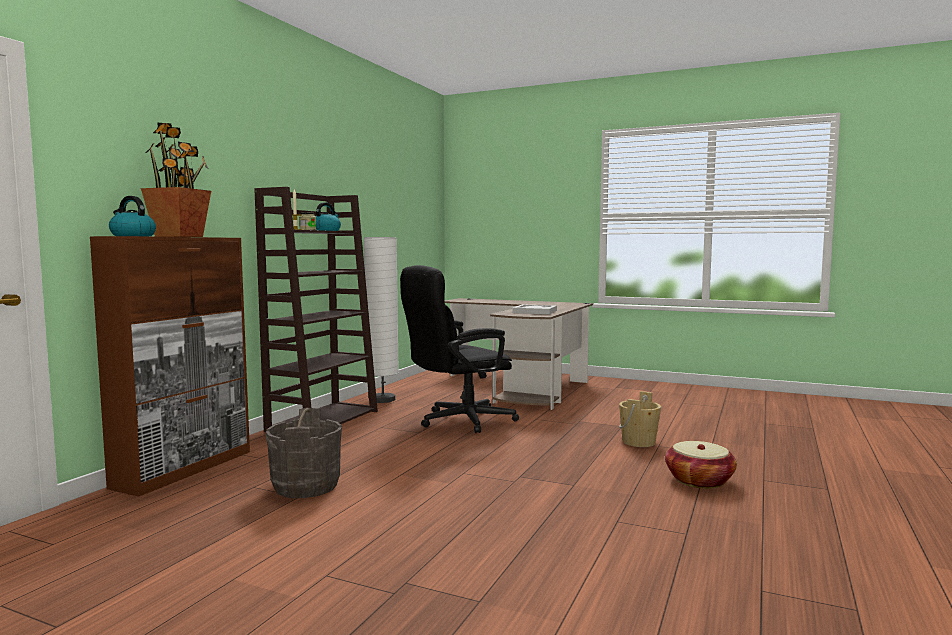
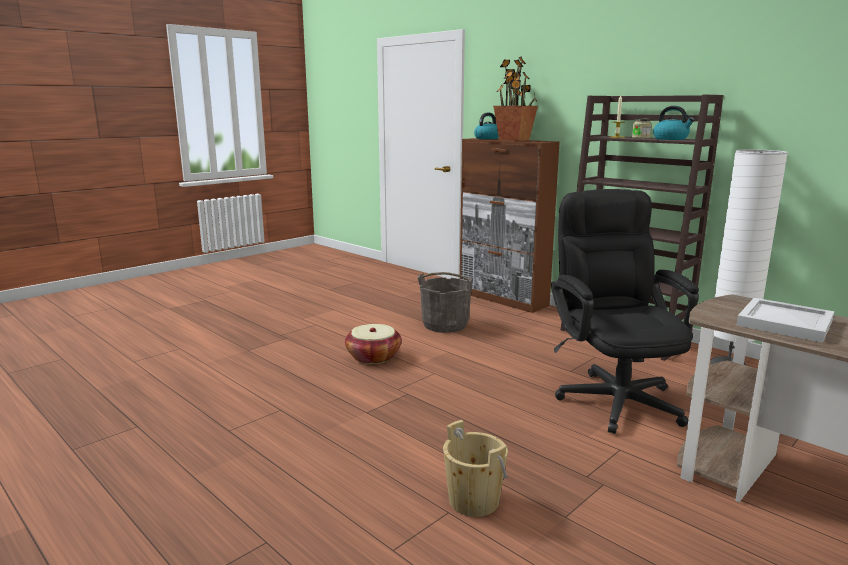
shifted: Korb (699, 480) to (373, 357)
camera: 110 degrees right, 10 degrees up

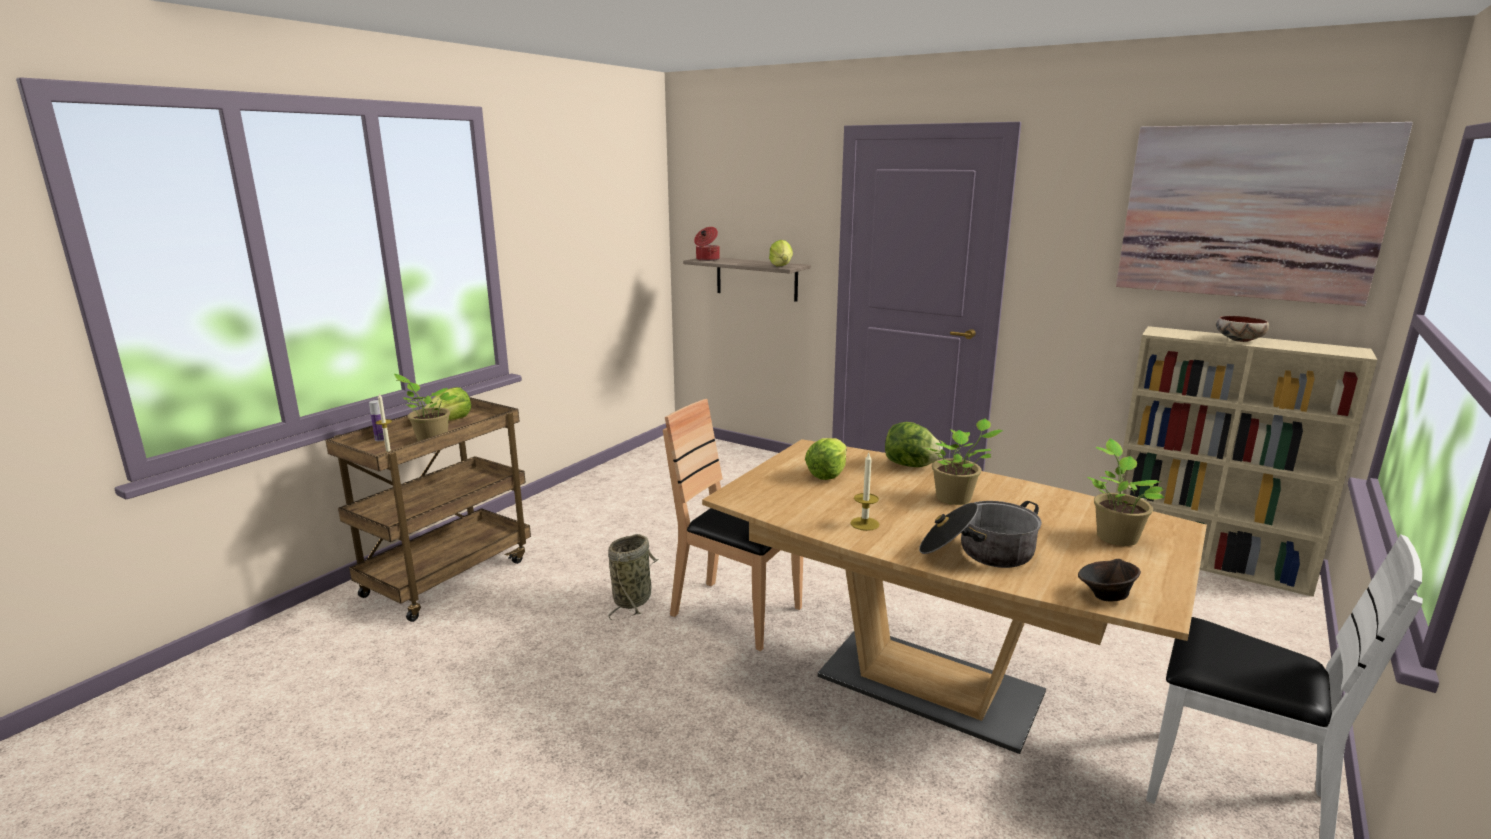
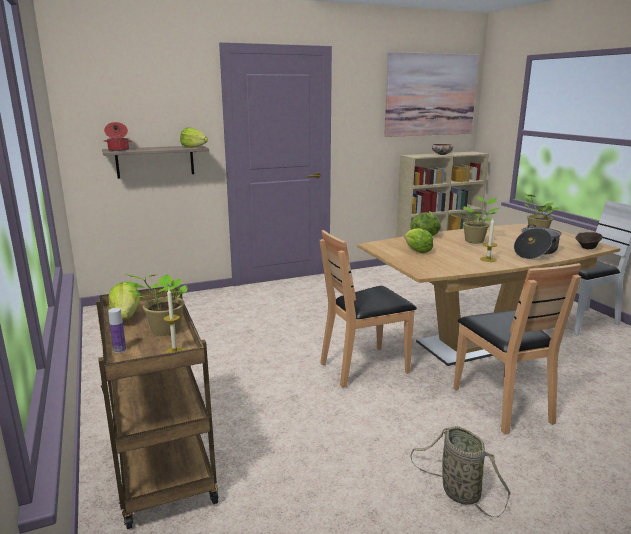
new: Stuhl (braun) (502, 404)
shifted: Korb (633, 599) to (457, 491)
camera: 55 degrees left, 0 degrees up

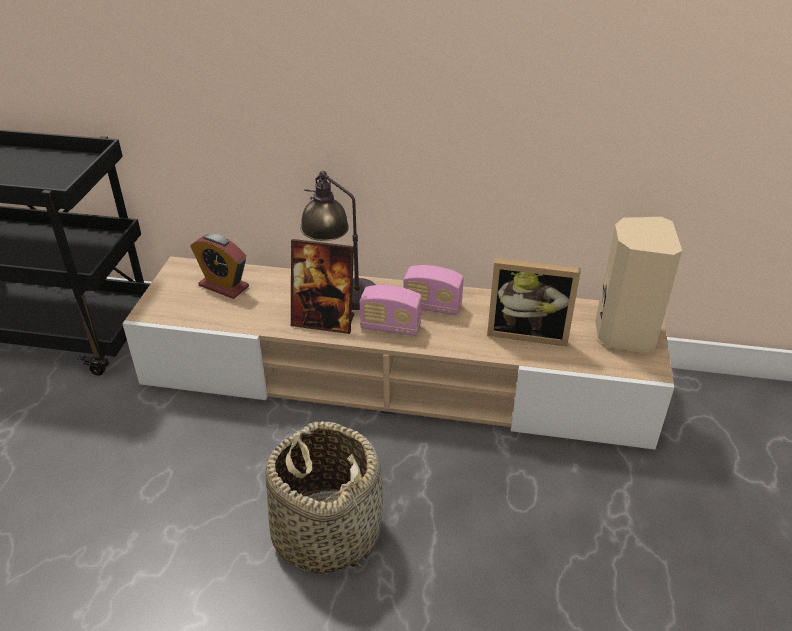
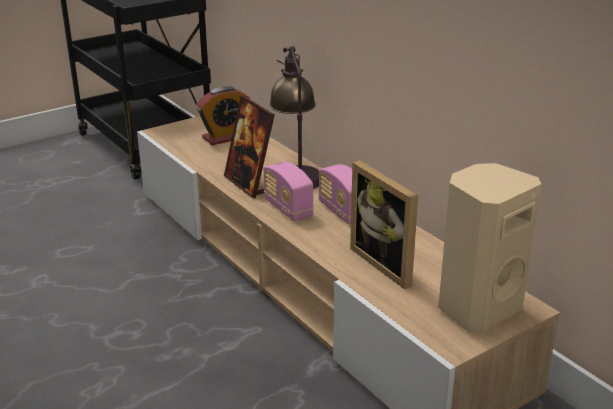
gone: Korb (326, 532)
rotated: Wecker (224, 286) = (225, 137) 105 degrees counterclockwise
camera: 45 degrees right, 10 degrees down

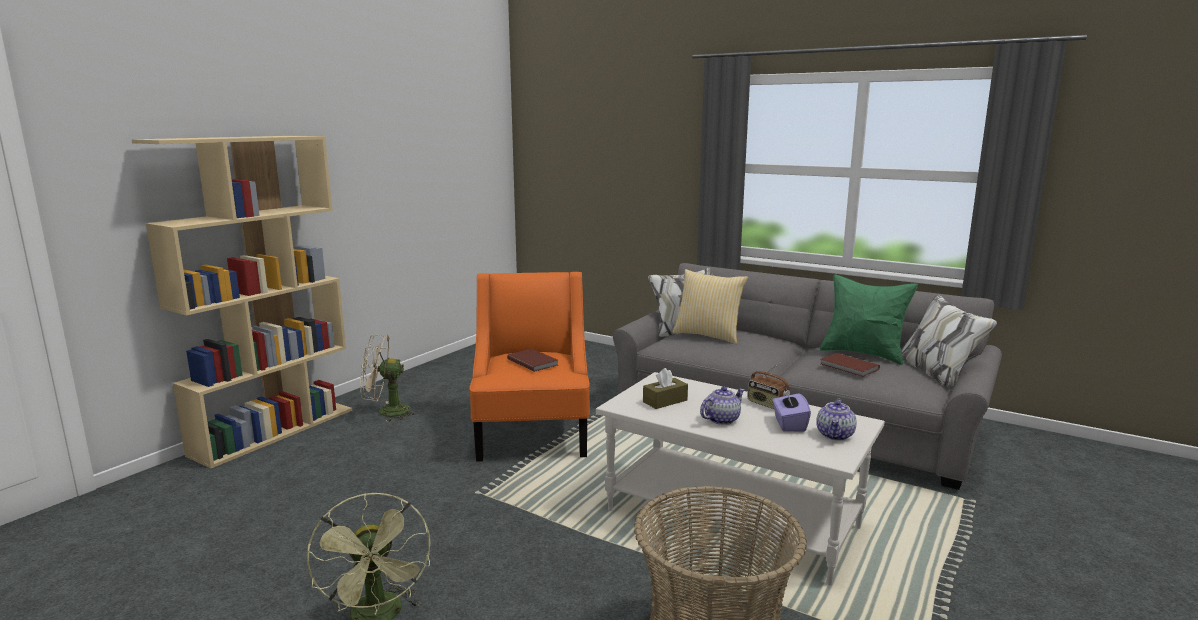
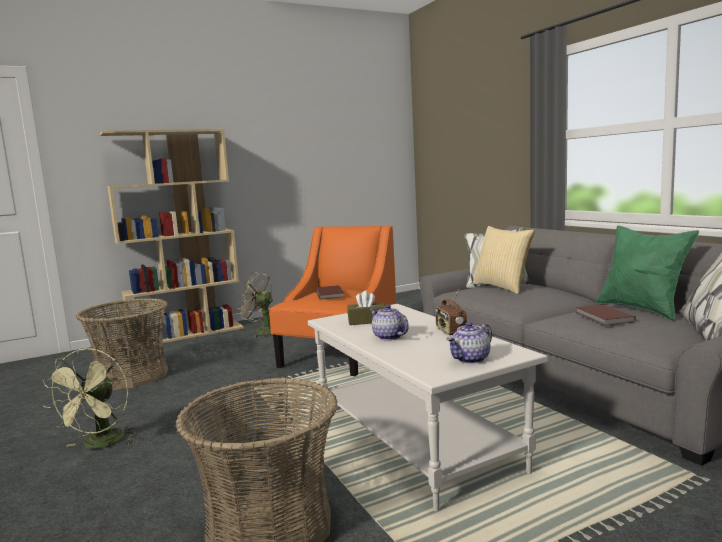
gone: Taschentuchbox (lila) (789, 424)
new: Korb (132, 376)
rotated: Teekanne (721, 419) = (388, 337) 120 degrees counterclockwise
camera: 30 degrees right, 5 degrees down

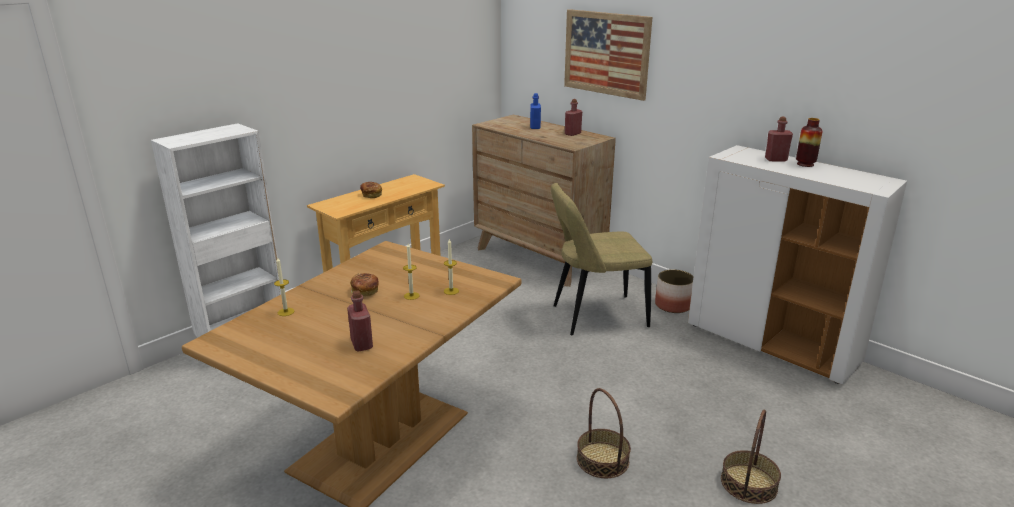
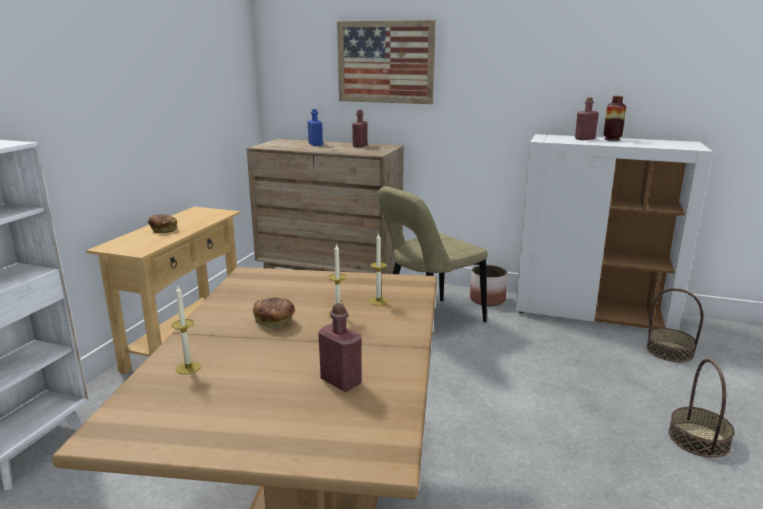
shifted: Korb (603, 460) to (669, 351)
camera: 25 degrees left, 5 degrees down

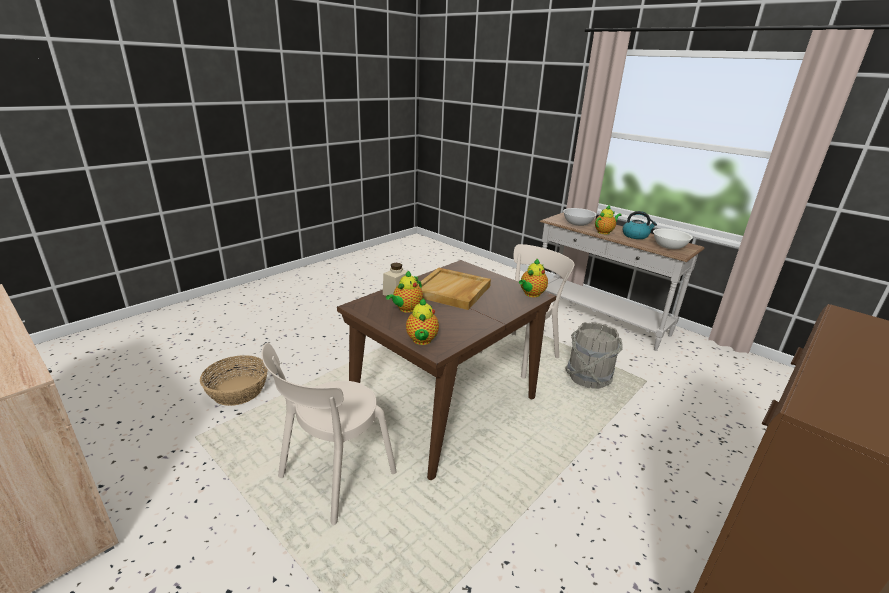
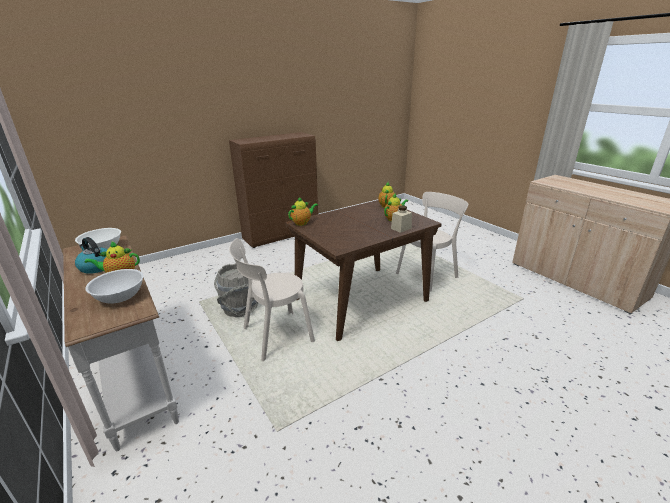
gone: Korb (238, 391); Tablett (beige) (452, 291)
camera: 165 degrees left, 0 degrees up

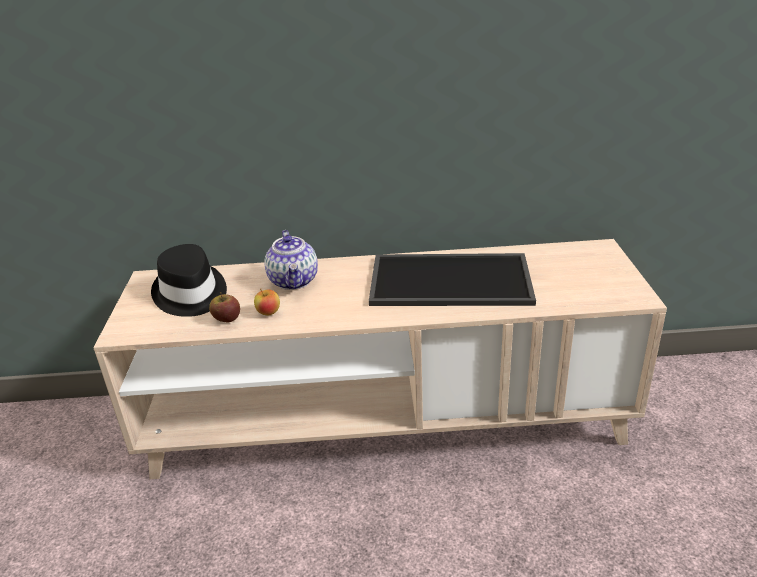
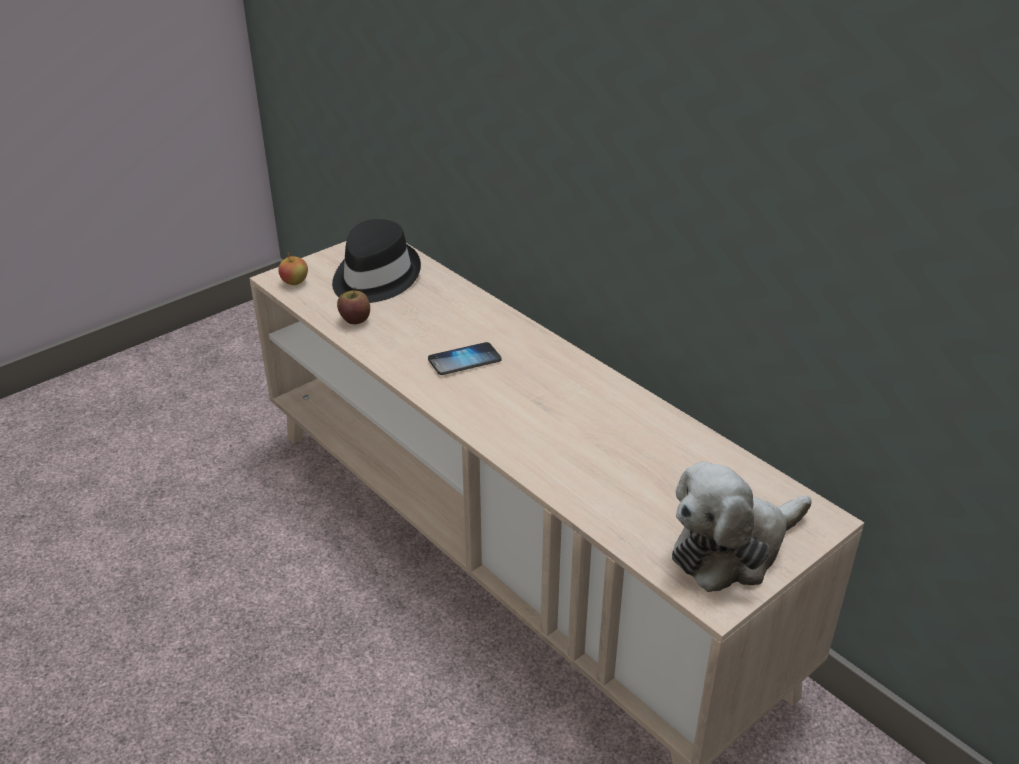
gone: Teekanne (294, 281); Tablett (451, 279)
new: Handy (464, 360); Plüschtier (732, 549)
shifted: Apfel (268, 313) to (294, 282)
camera: 50 degrees right, 5 degrees up

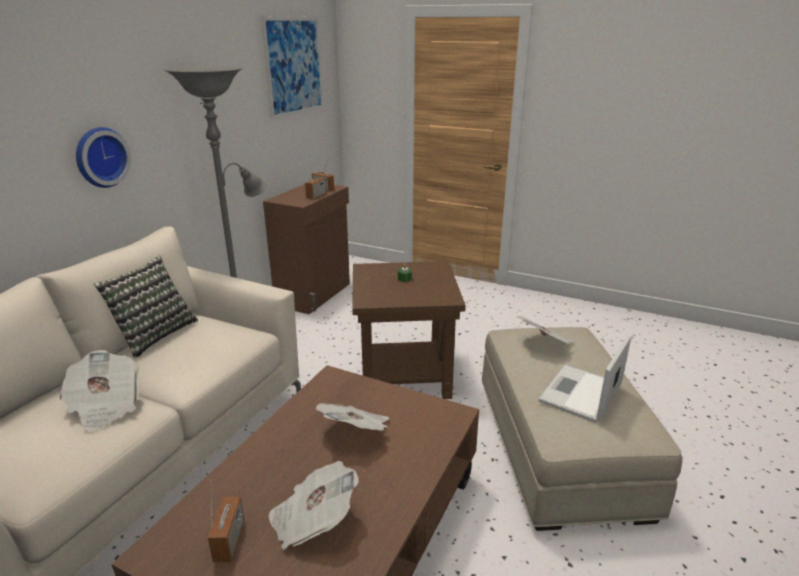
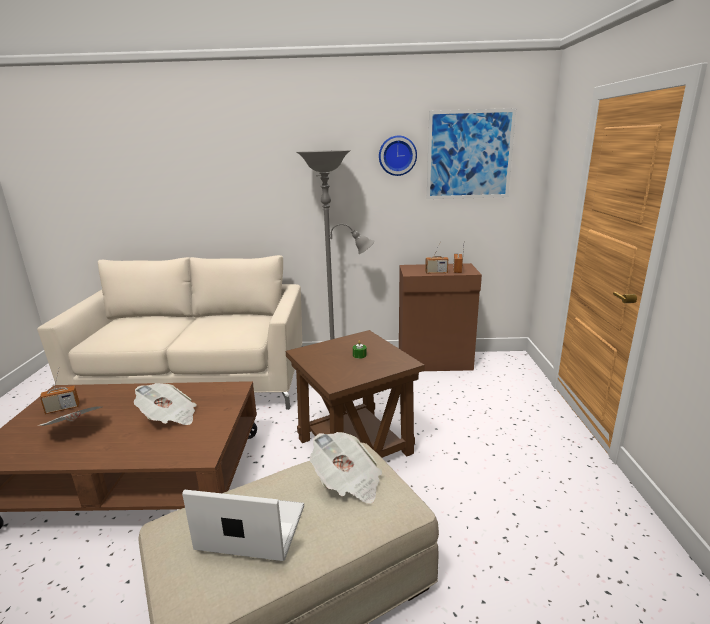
gone: Zeitung (105, 406); Kissen (154, 335)
shifted: Wanduhr (100, 157) to (397, 155)
camera: 65 degrees right, 5 degrees down

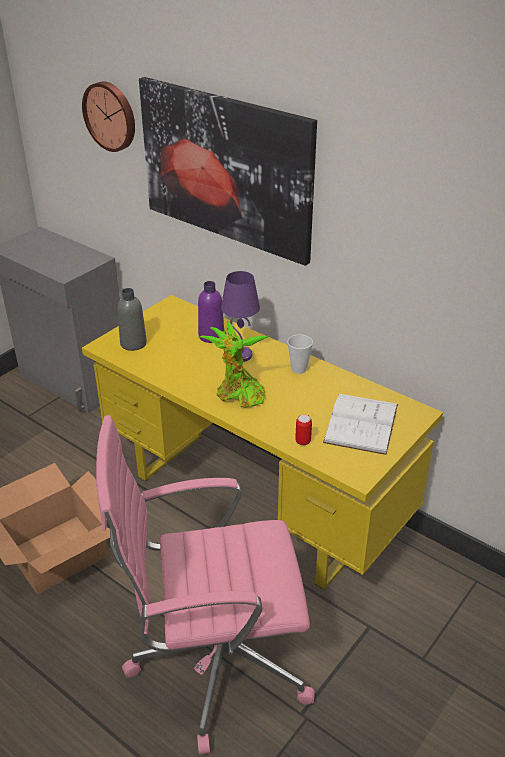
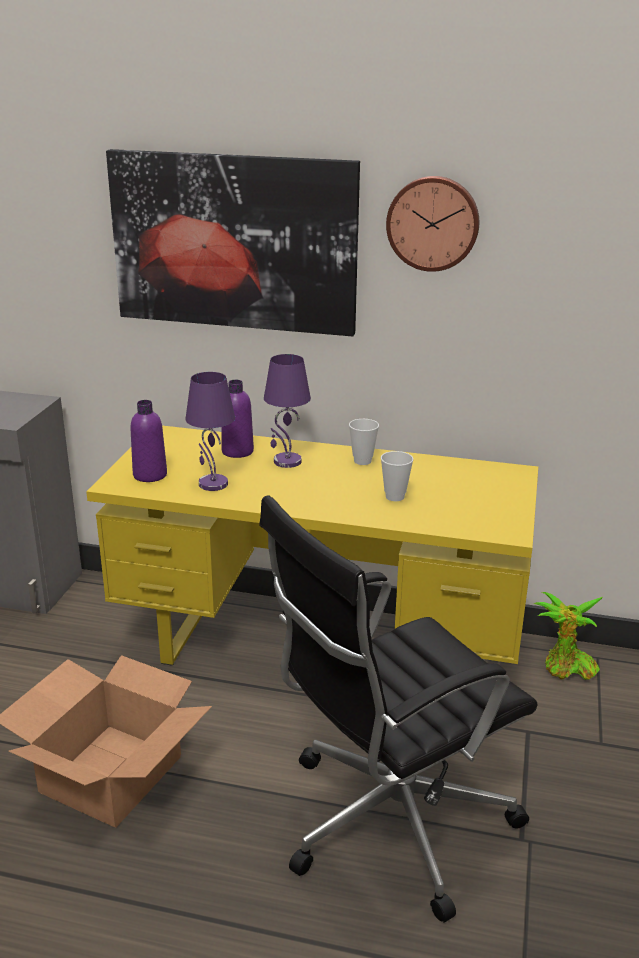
gone: Dose (303, 441); Buch (weiß) (361, 423)
new: Tischlampe (lila) (212, 484); Tasse (395, 497)
shifted: Wanduhr (111, 116) to (433, 223); Topfpflanze (237, 395) to (566, 668)
repainted: Bürostuhl (rosa) (215, 661) to Bürostuhl (schwarz) (390, 822); Flasche (grau) (133, 343) to Flasche (lila) (150, 475)
camera: 25 degrees left, 10 degrees down

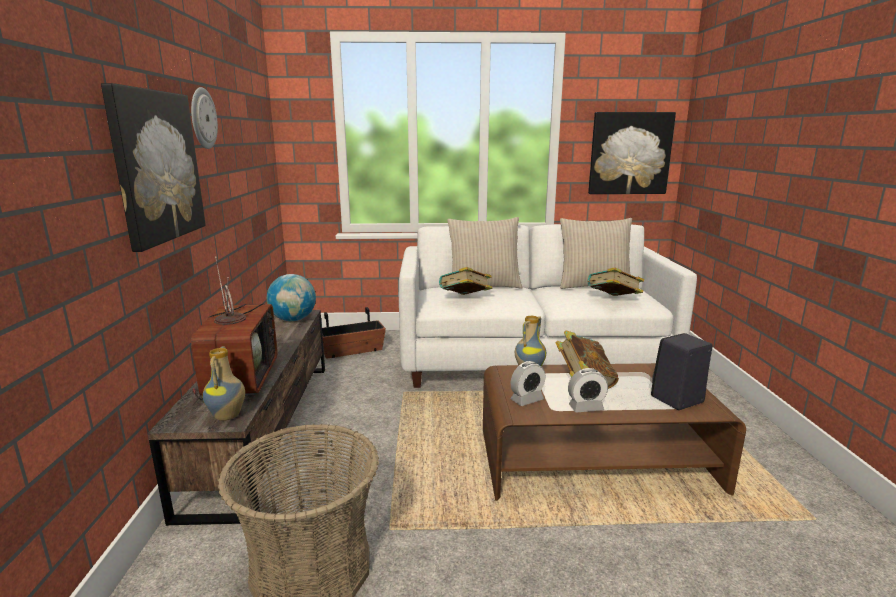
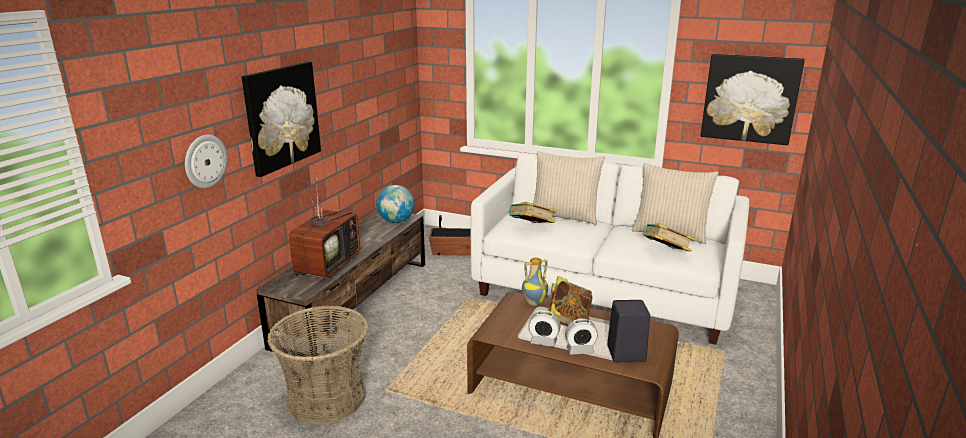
gone: Vase (228, 416)
shifted: Wanduhr (202, 118) to (205, 161); Wecker (527, 400) to (580, 350)
camera: 25 degrees right, 5 degrees up

